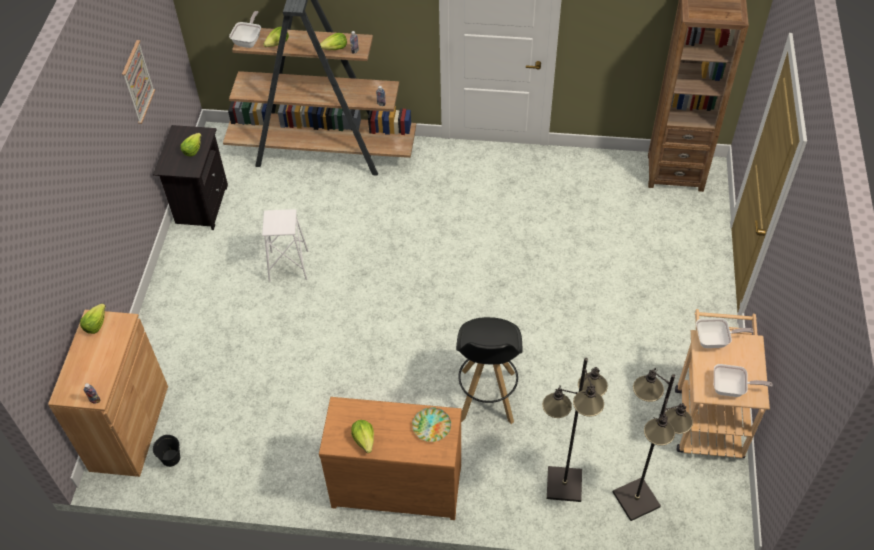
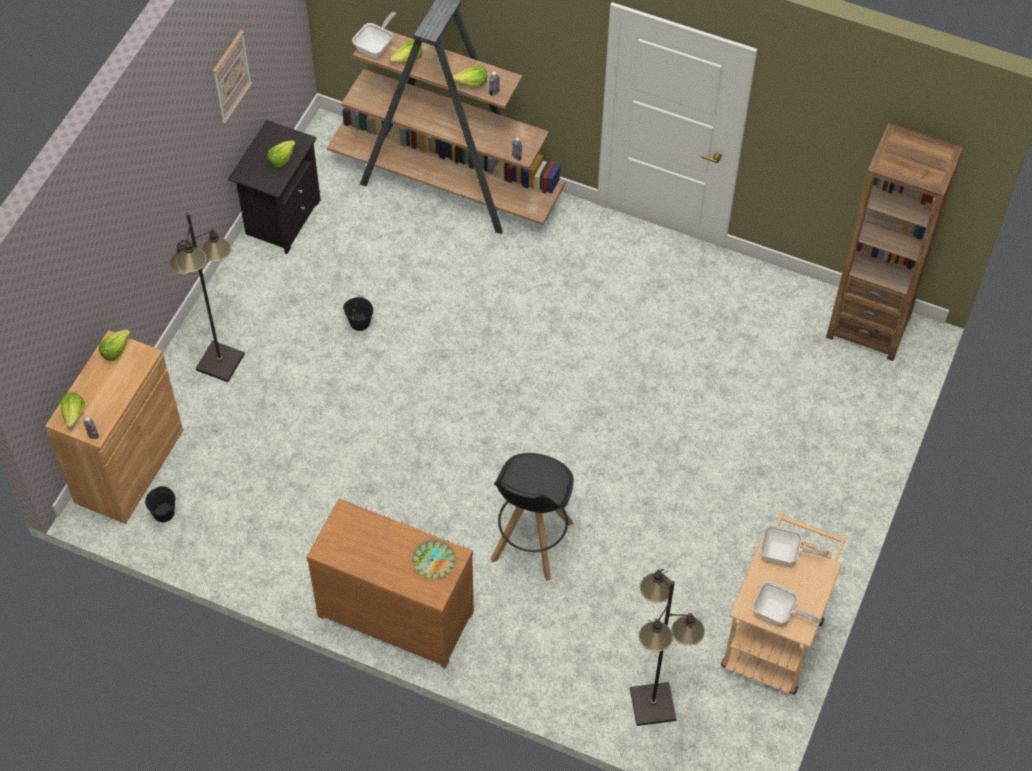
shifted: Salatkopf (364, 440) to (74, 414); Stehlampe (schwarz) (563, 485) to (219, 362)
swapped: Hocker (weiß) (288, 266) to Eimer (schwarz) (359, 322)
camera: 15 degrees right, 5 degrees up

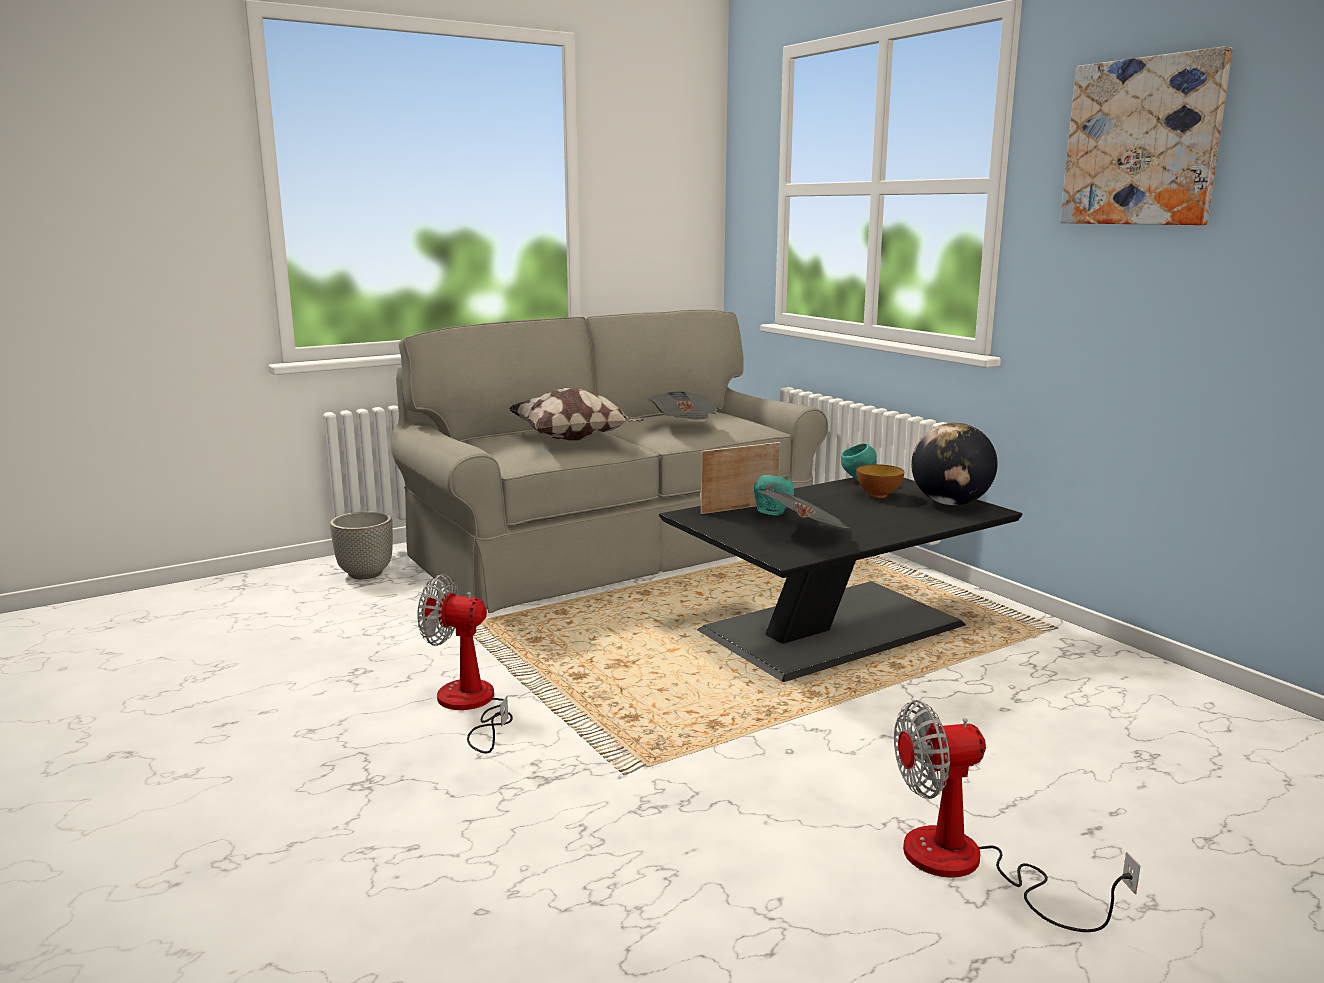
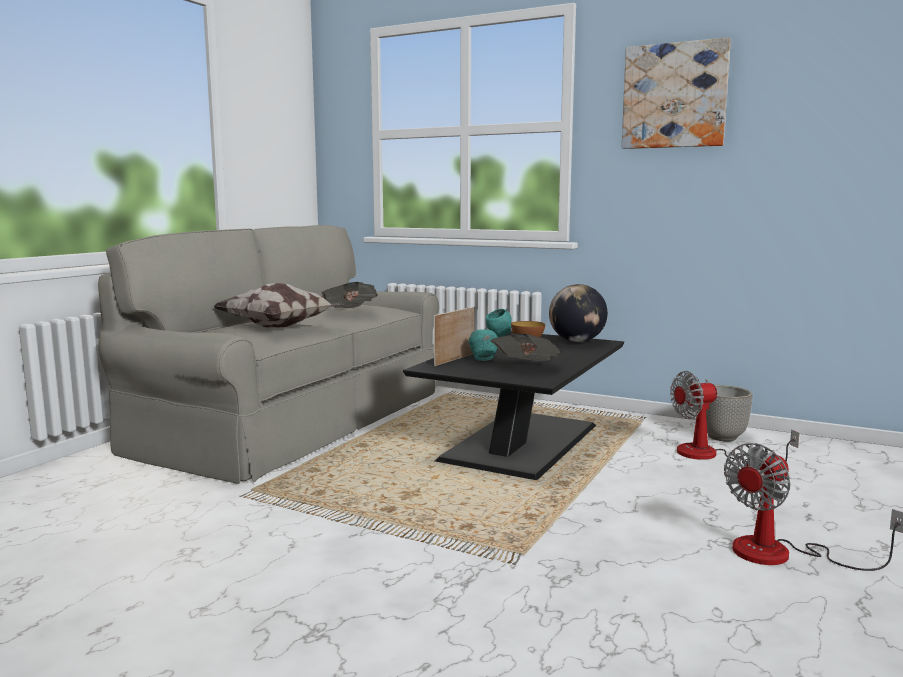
shifted: Pflanzkübel (366, 574) to (722, 437); Ventilator (471, 706) to (711, 456)
camera: 30 degrees left, 5 degrees down

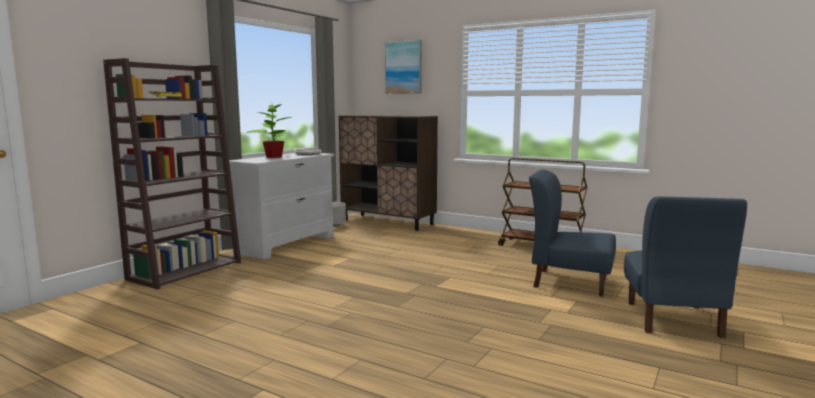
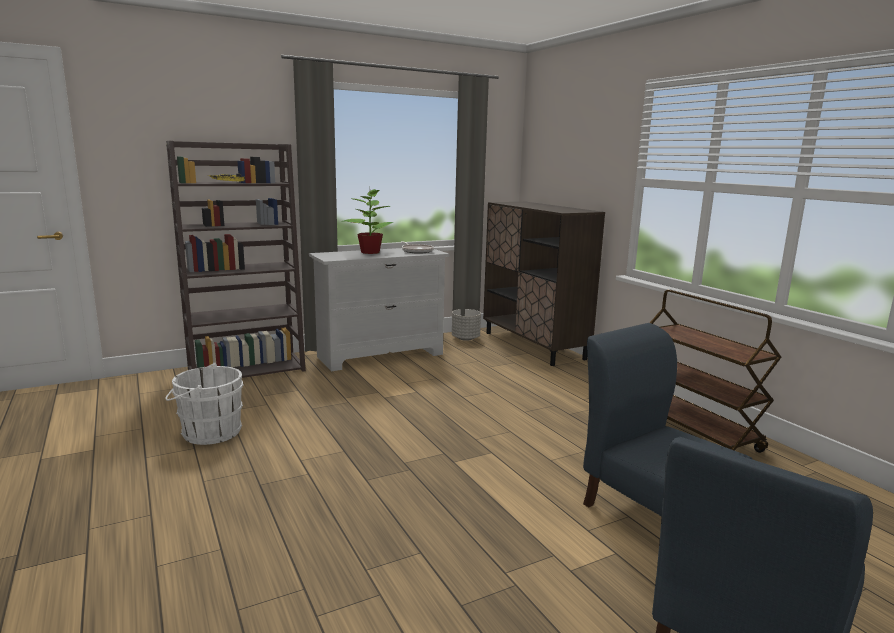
gone: Bild (404, 67)
new: Eimer (weiß) (208, 432)
camera: 30 degrees right, 5 degrees up

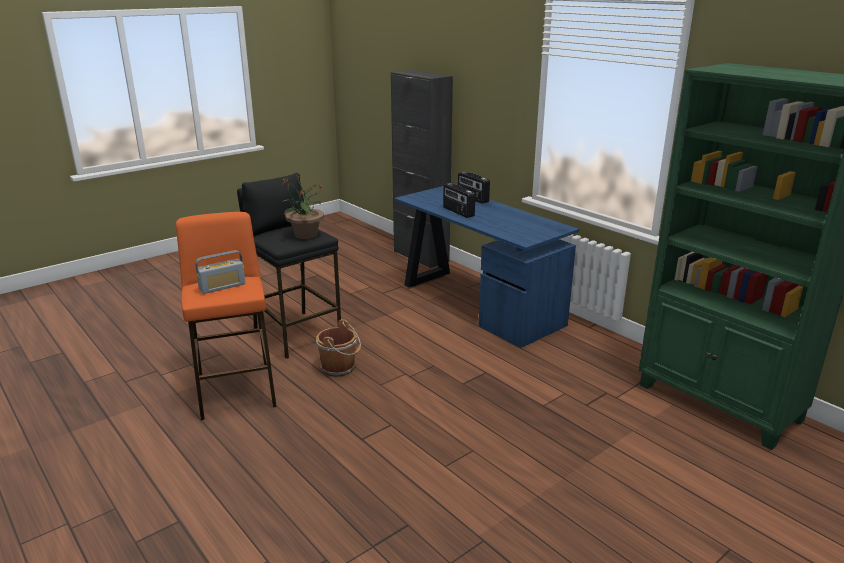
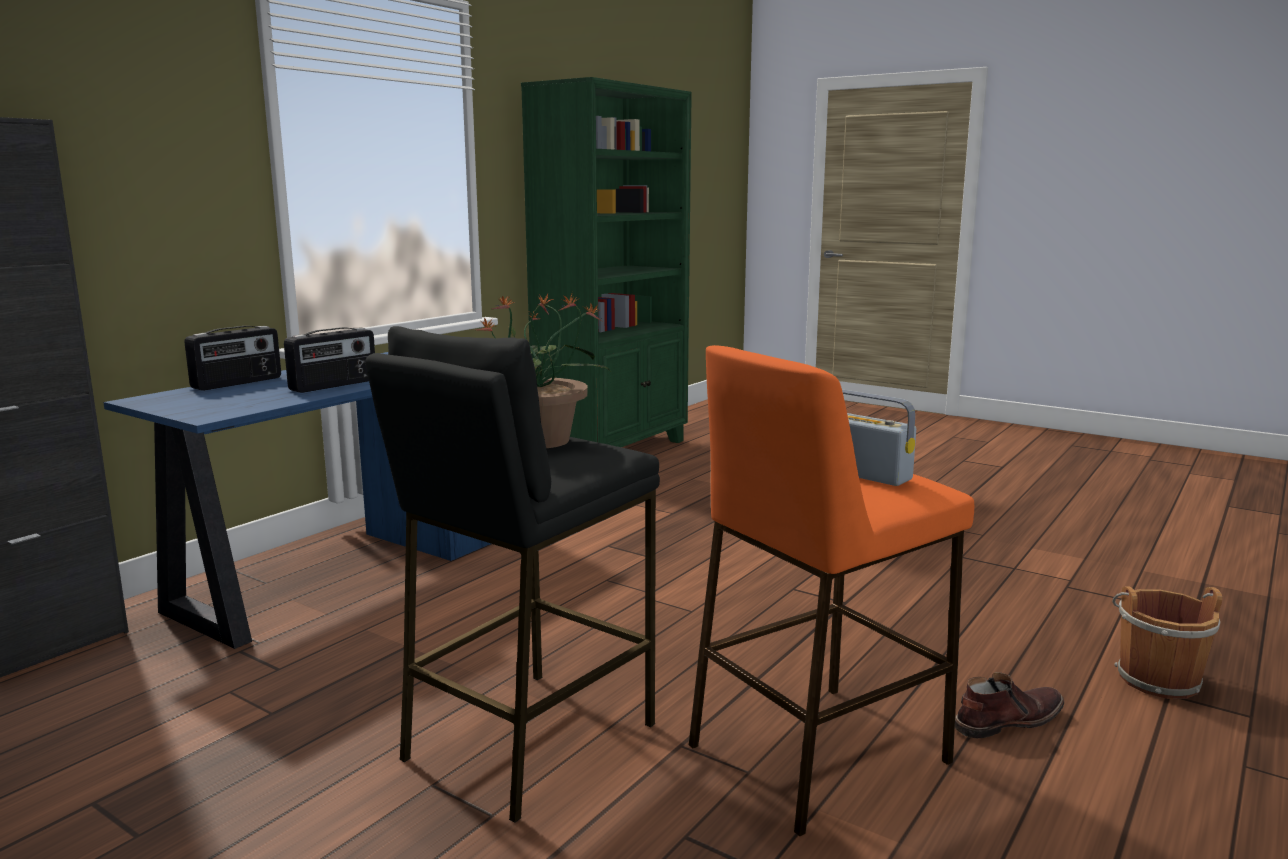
new: Stiefel (braun) (1006, 720)
shifted: Eimer (braun) (340, 368) to (1155, 678)
camera: 105 degrees left, 10 degrees down

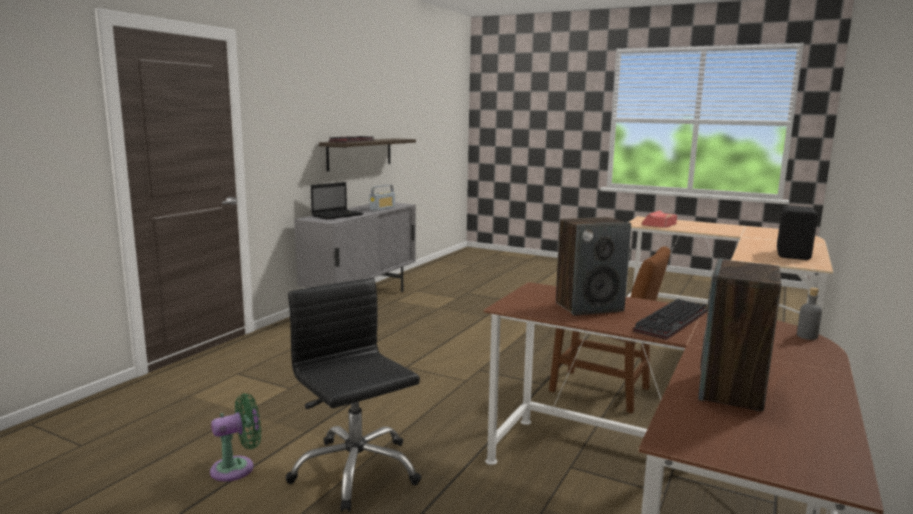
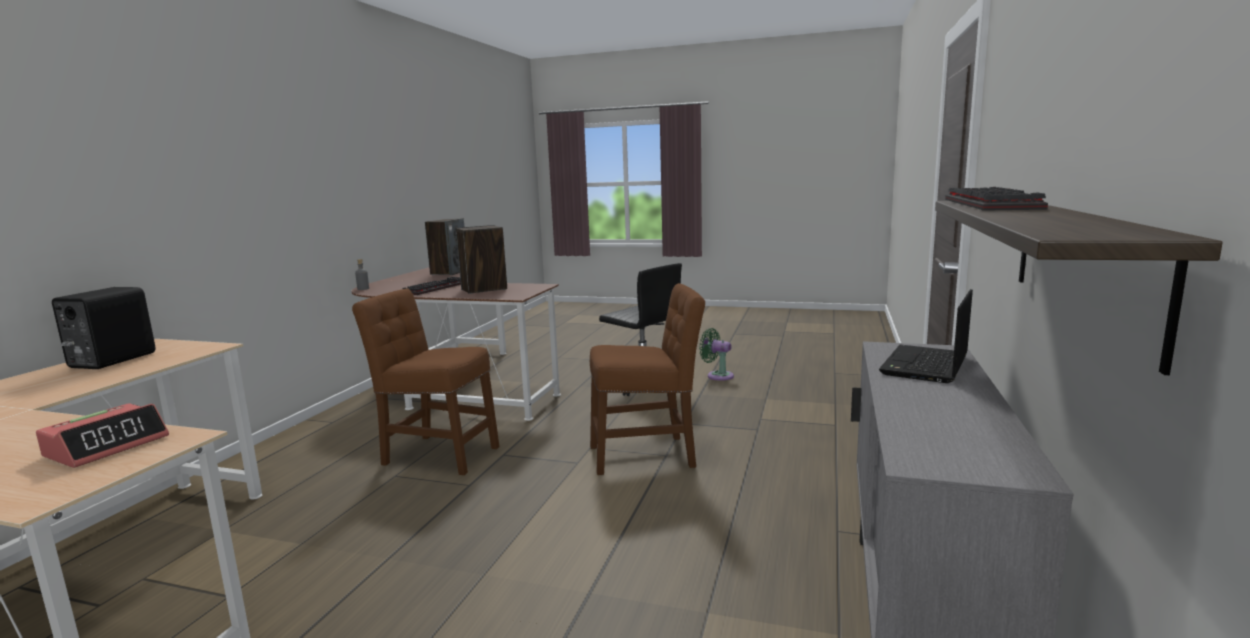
gone: Radio (382, 208)
new: Stuhl (braun) (647, 455)
rotated: Ventilator (grün) (237, 468) = (717, 375) 75 degrees clockwise
camera: 170 degrees right, 0 degrees up

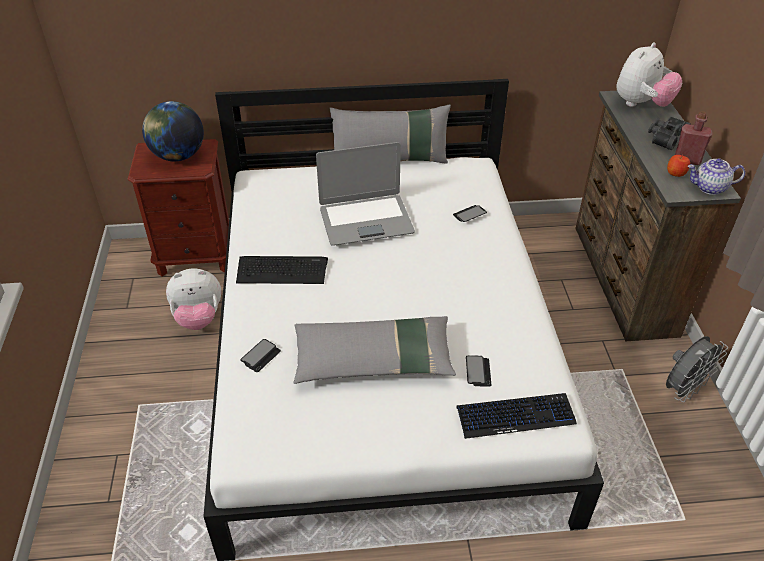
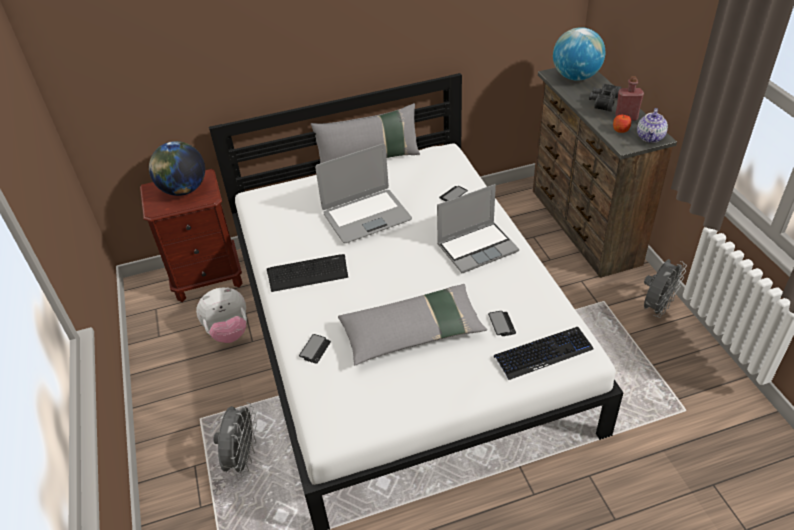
new: Ventilator (grau) (242, 458); Laptop (477, 247)
swapped: Plüschtier (641, 104) to Globus (575, 77)
rotated: Teekanne (709, 188) = (650, 137) 60 degrees counterclockwise
camera: 10 degrees left, 0 degrees up

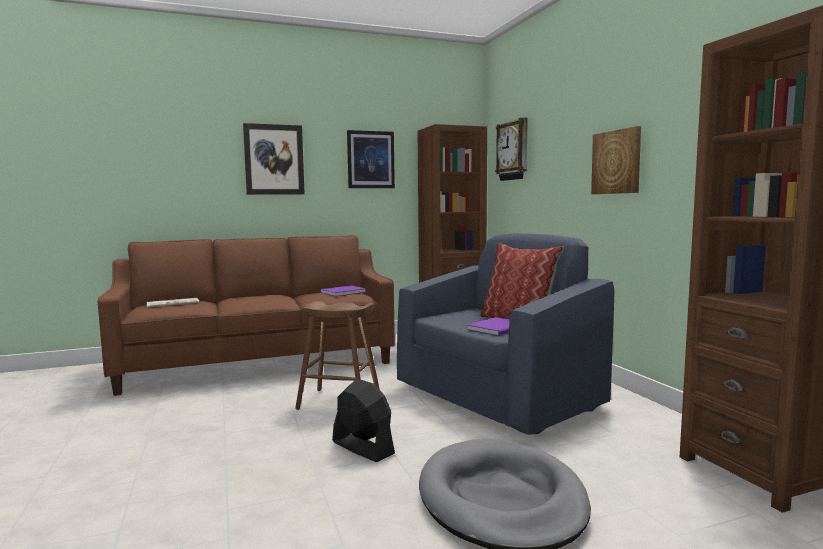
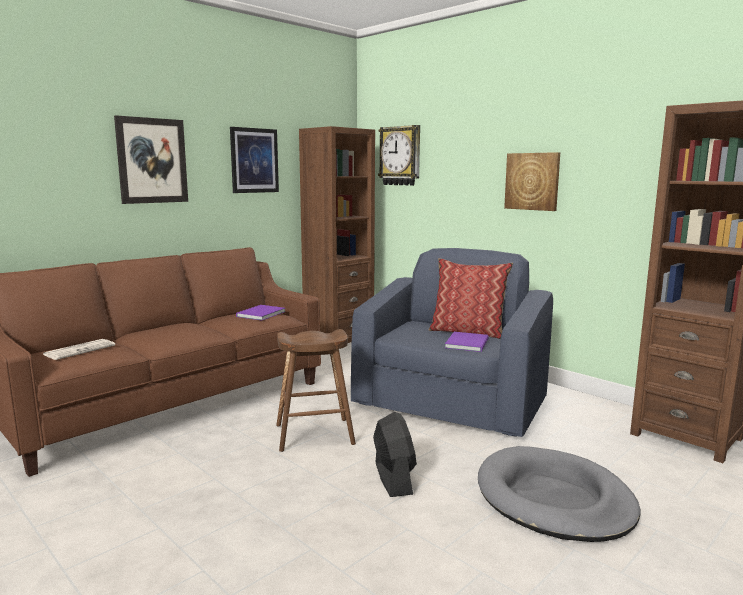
rotated: Ventilator (schwarz) (362, 447) = (393, 478) 60 degrees clockwise
camera: 25 degrees left, 5 degrees up

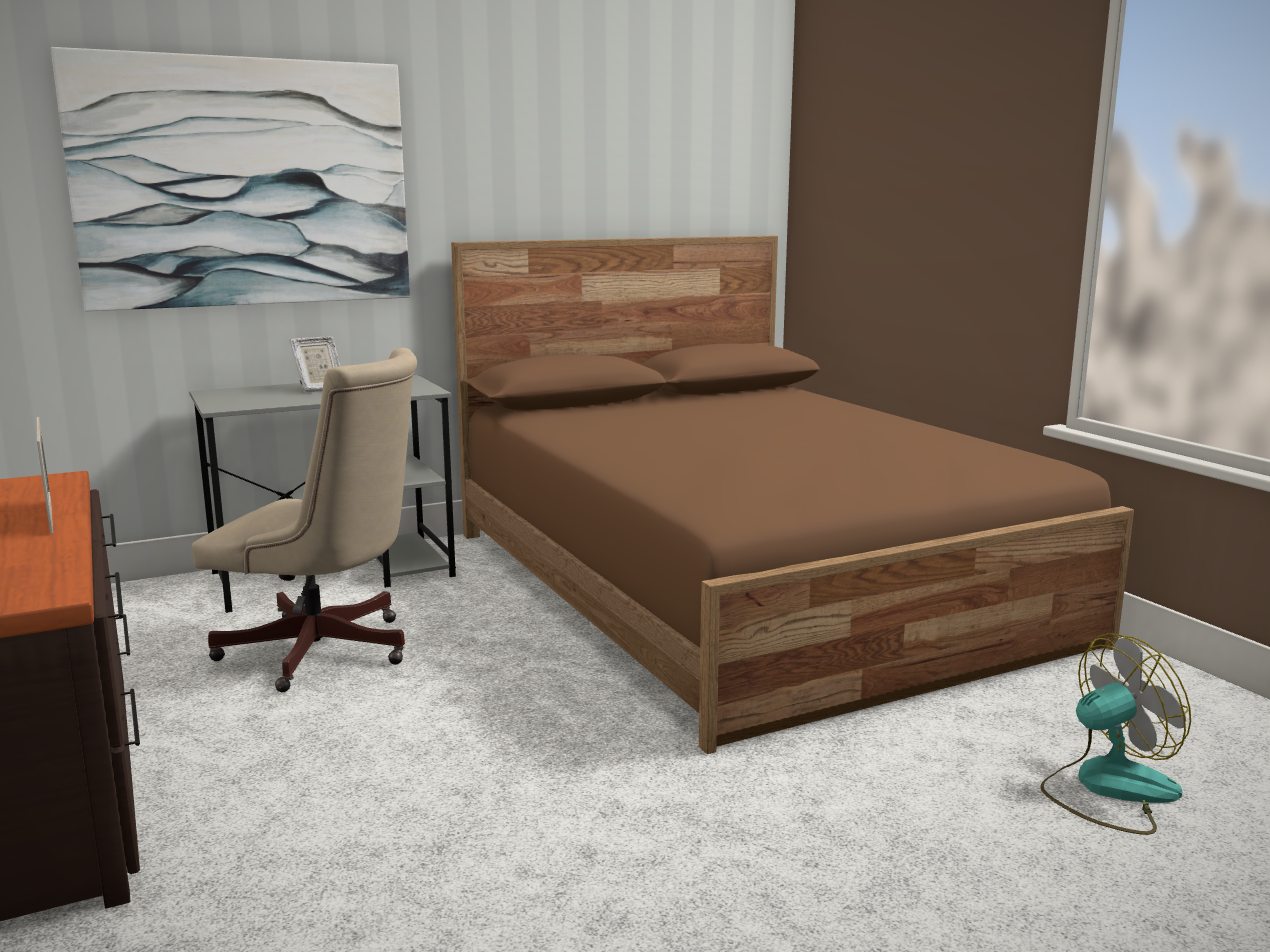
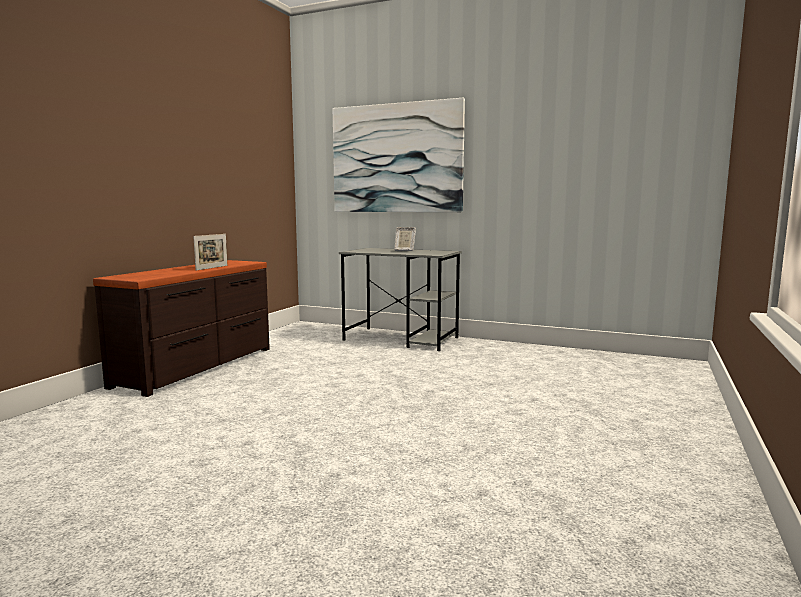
gone: Bürostuhl (beige) (327, 653); Bett (braun) (744, 583); Ventilator (1108, 789)
camera: 50 degrees right, 5 degrees down

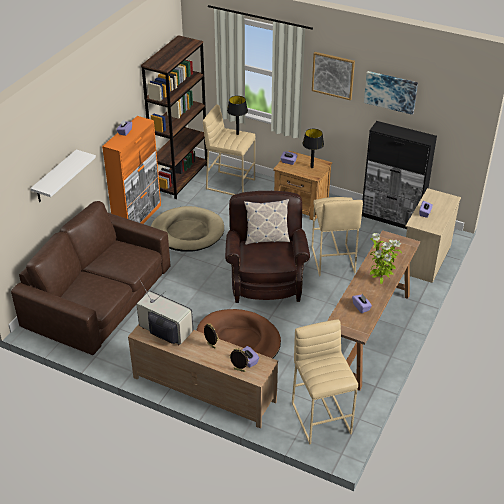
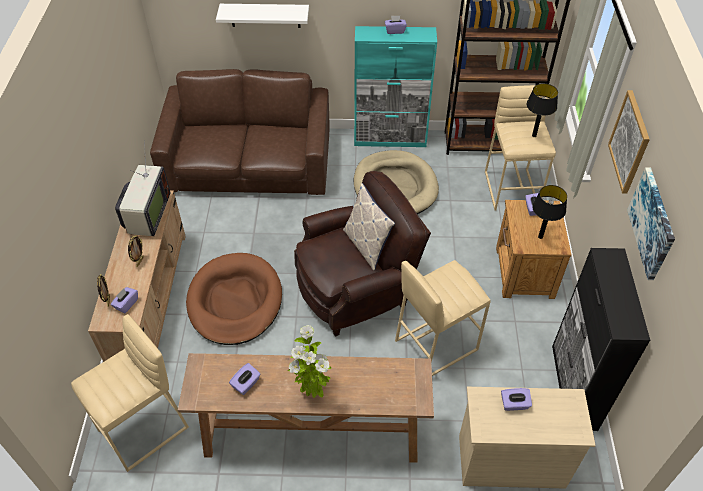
repainted: Schrank (orange) (138, 218) to Schrank (türkis) (390, 139)
camera: 65 degrees right, 10 degrees up

